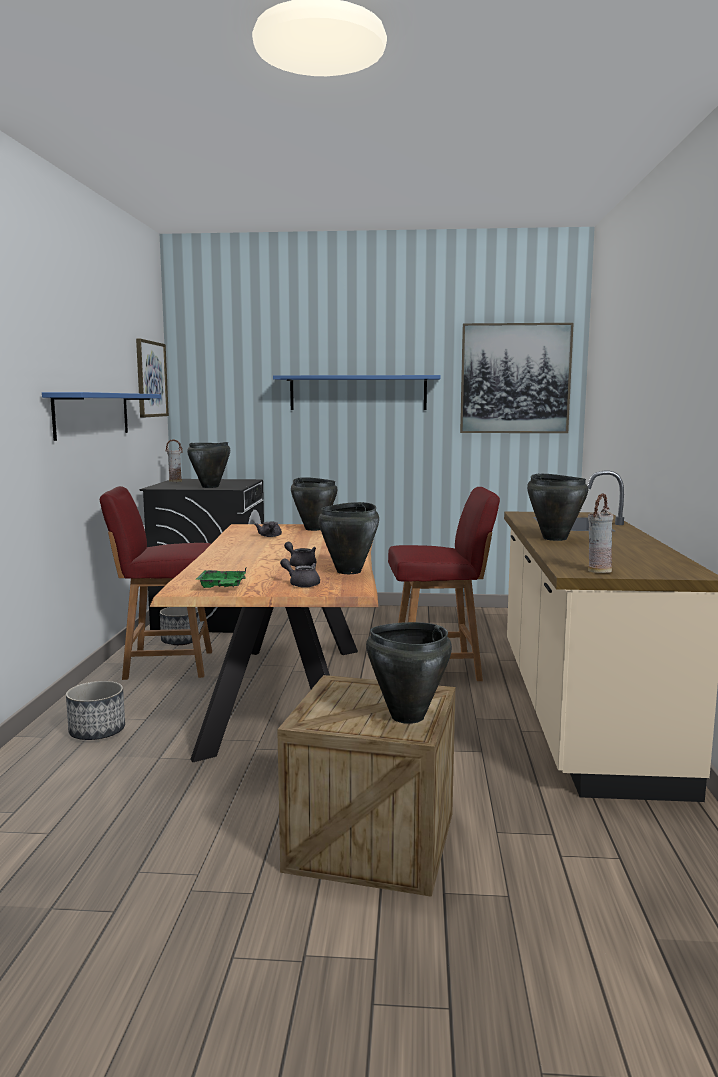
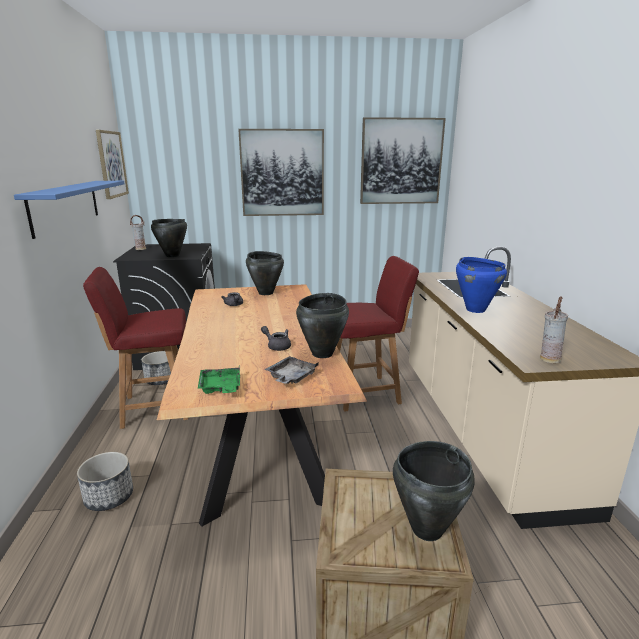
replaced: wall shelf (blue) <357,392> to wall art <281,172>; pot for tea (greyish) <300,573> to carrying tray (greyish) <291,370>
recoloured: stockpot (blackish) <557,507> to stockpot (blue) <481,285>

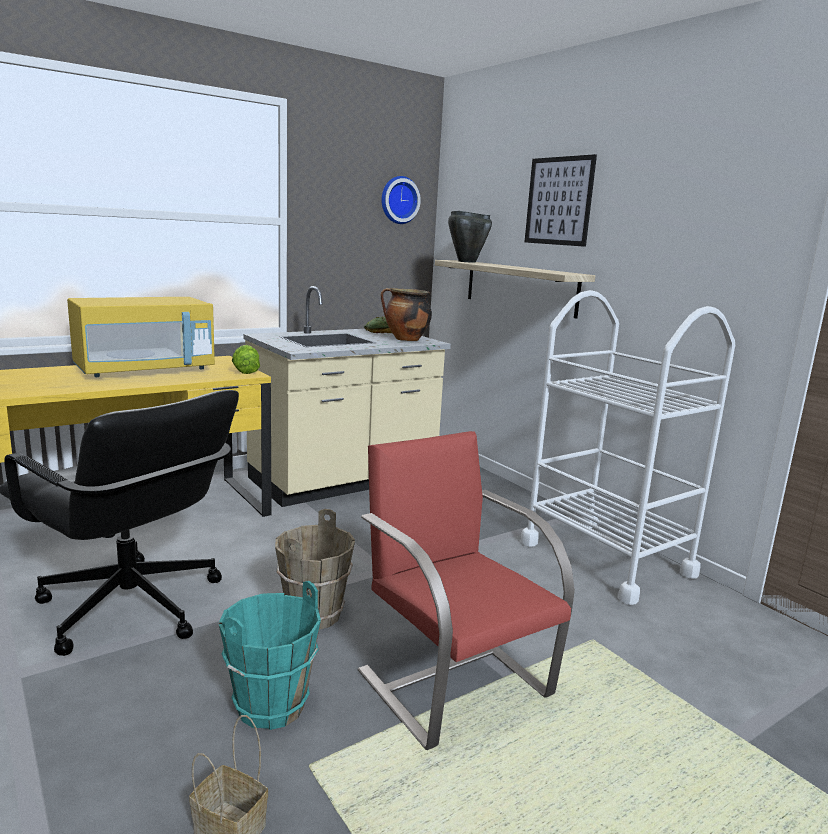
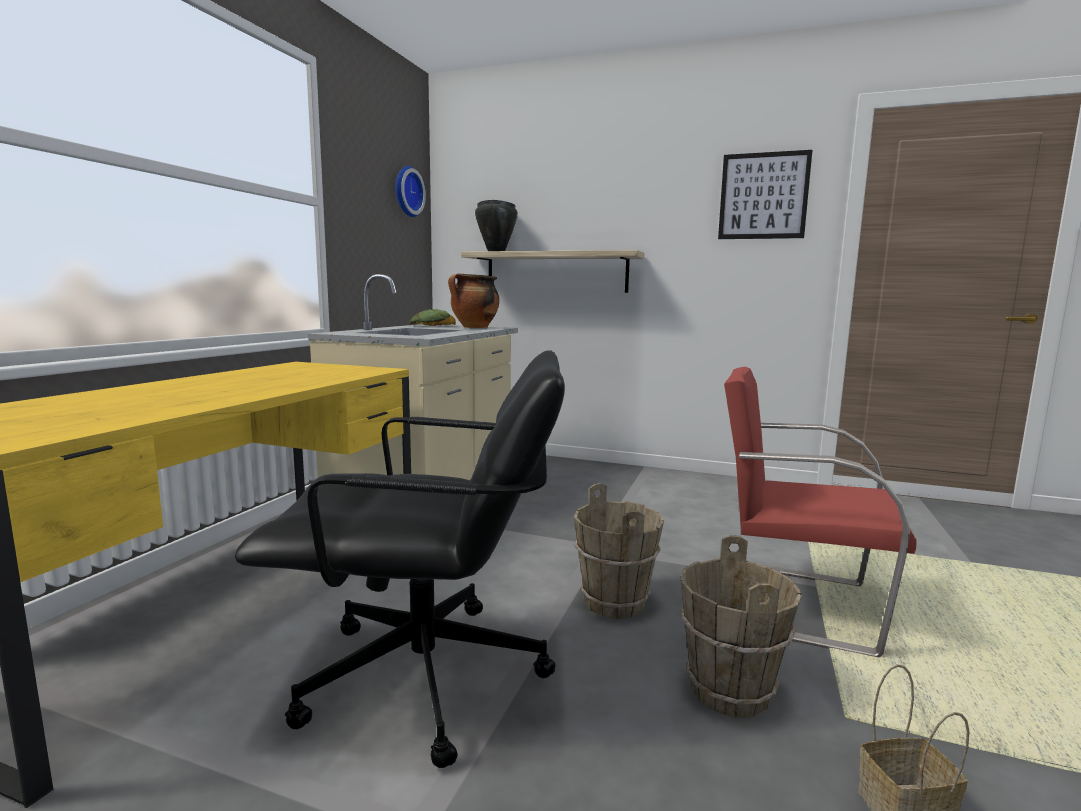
removed: kitchen microwave (yellow) <141,337>; head of lettuce <246,359>; trolley (white-coloured) <627,447>
moved: wall art <561,200> to <765,194>
recoloured: water bucket (blue-green) <270,655> to water bucket (brown-coloured) <741,626>

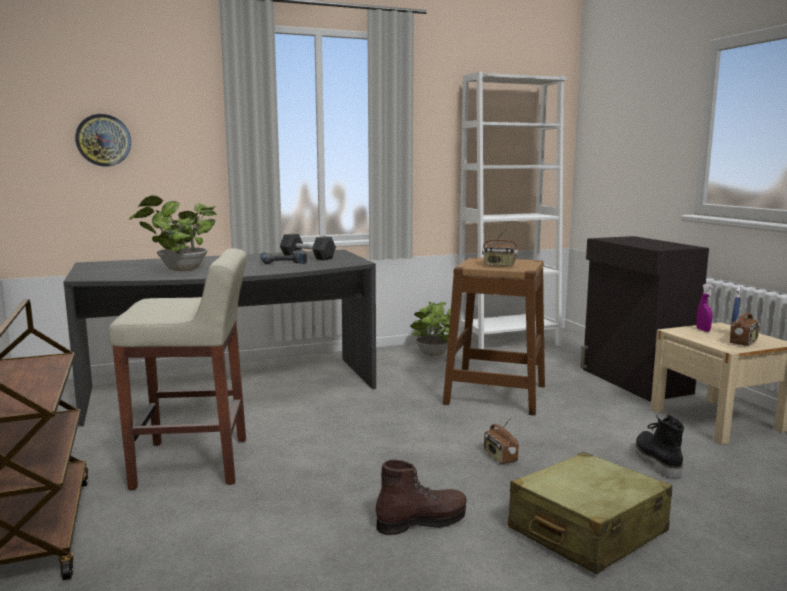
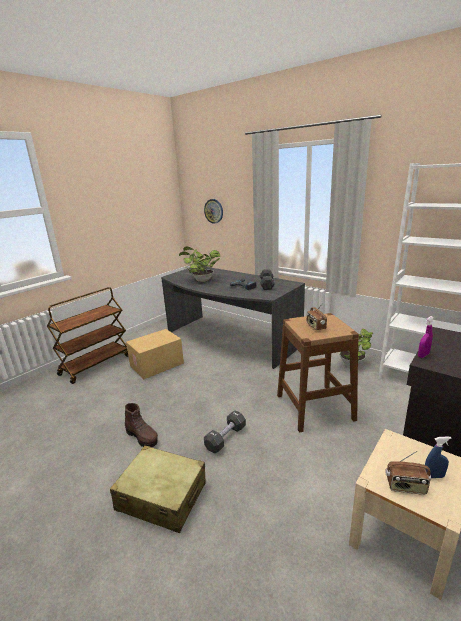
removed: tall boot (blackish) <659,447>
moved: sprayer (purple) <704,308> to <426,337>
replaced: stool seat (beige) <178,369> to cardboard box <155,354>; radio <501,441> to dumbbell (blackish) <225,431>

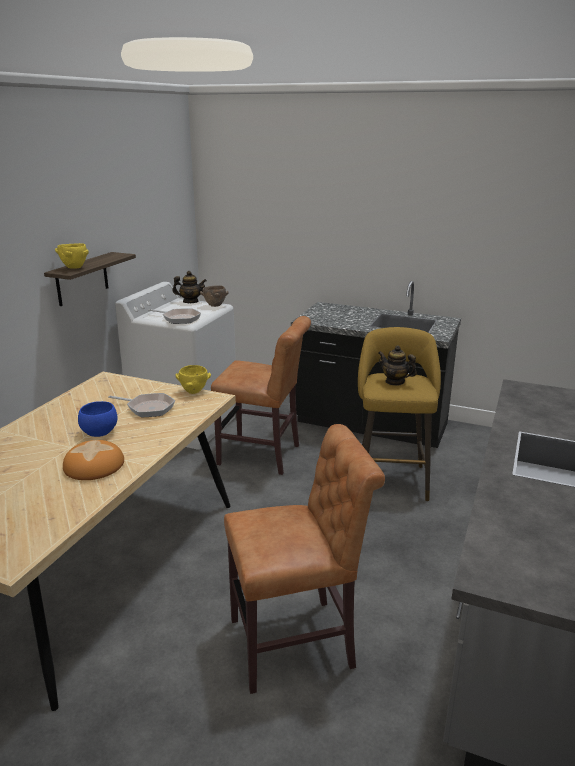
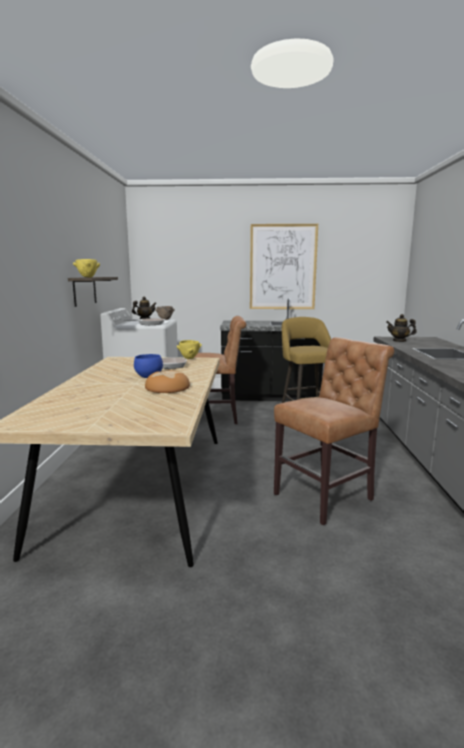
added: wall art <284,266>
moved: pot for tea <397,365> to <401,328>

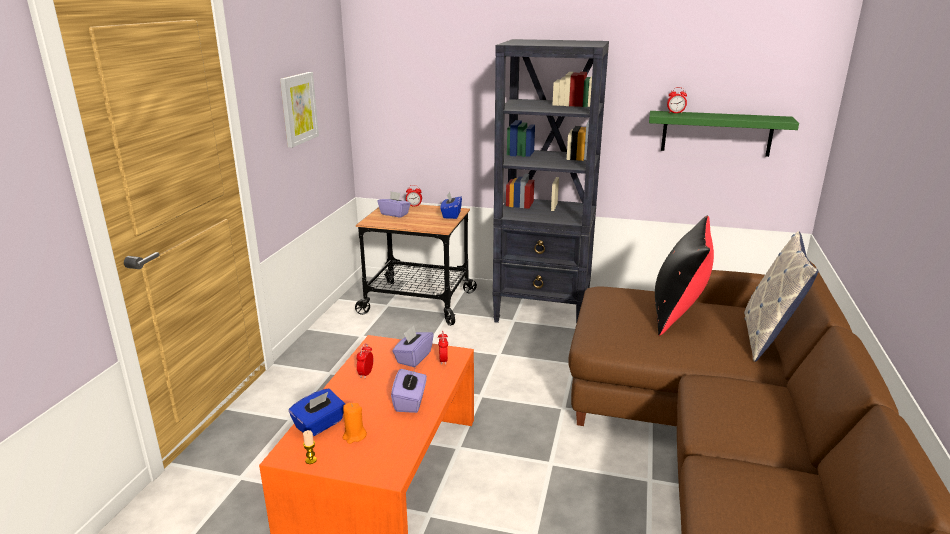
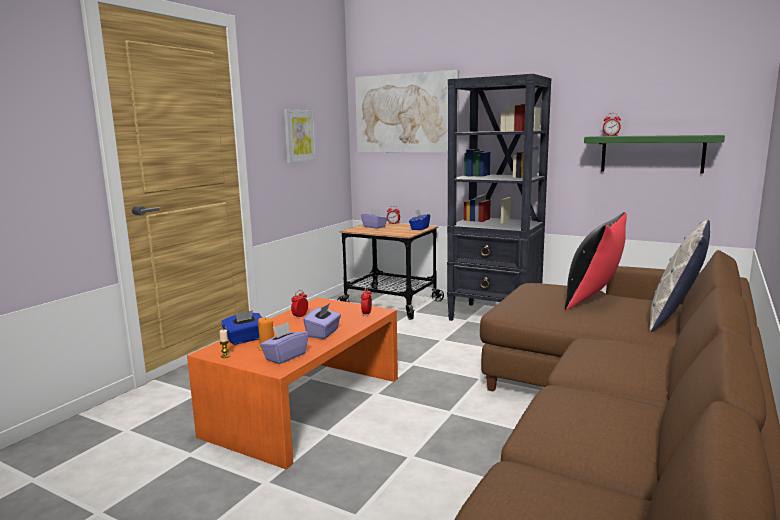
added: wall art <407,111>
moved: tissue holder (purple) <413,346> to <284,343>

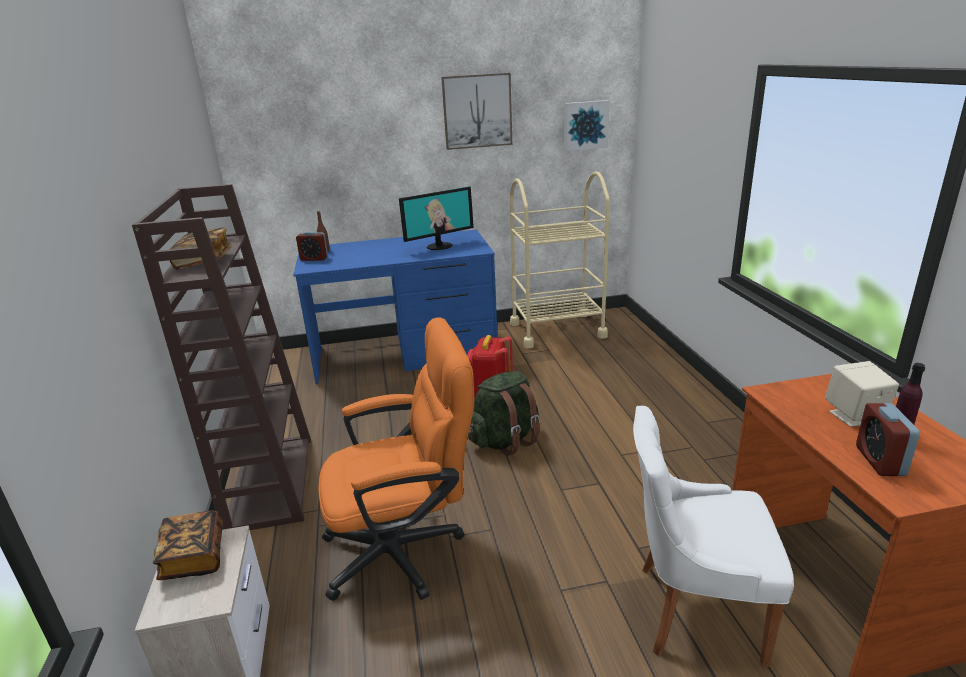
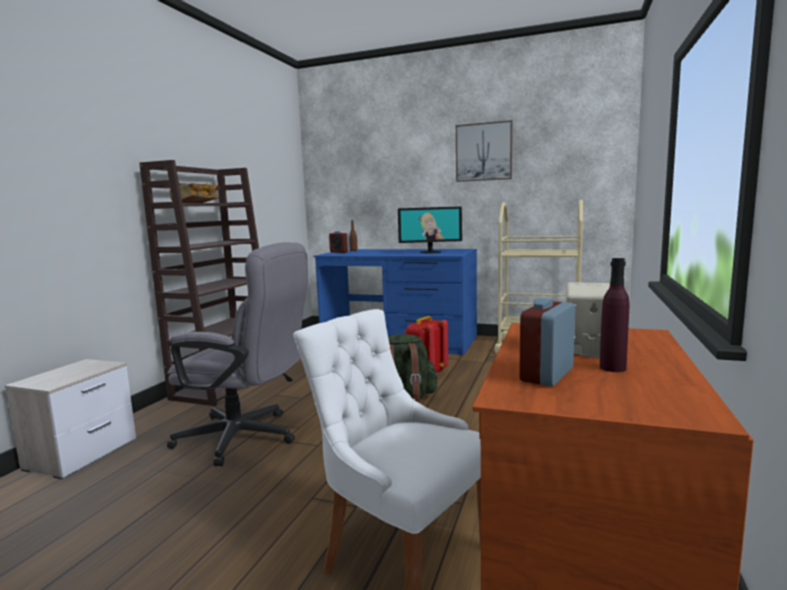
removed: book <188,545>; wall art <587,125>
recoloured: office chair (orange-coloured) <396,459> to office chair (greyish) <237,354>

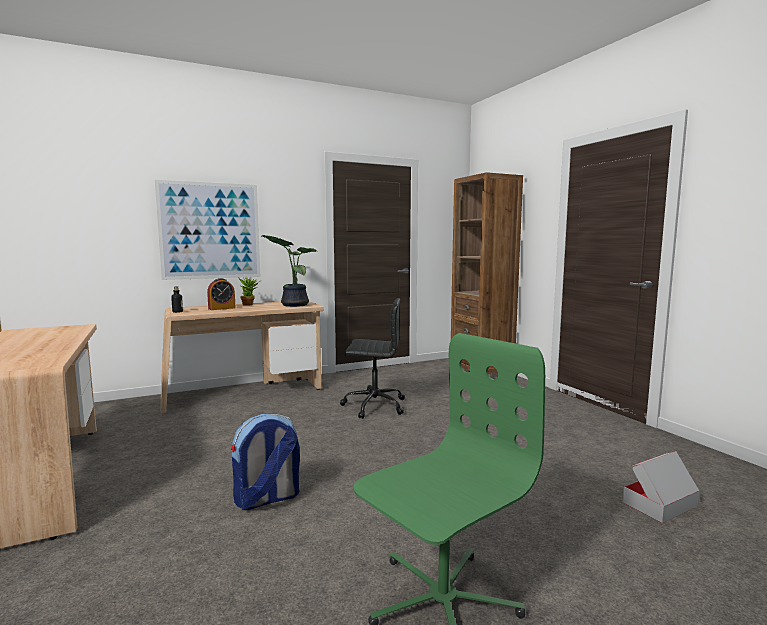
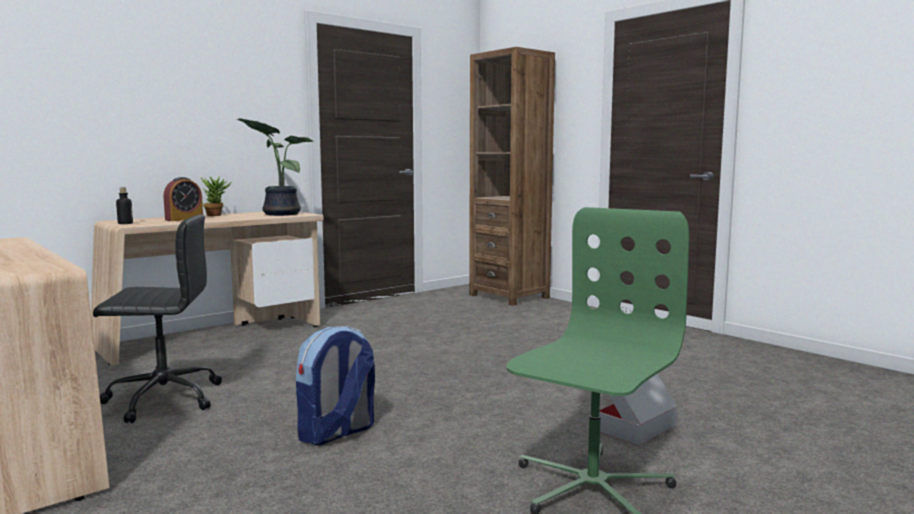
removed: wall art <207,230>
moved: office chair (blackish) <372,358> to <157,319>; cardboard box <661,487> to <638,410>

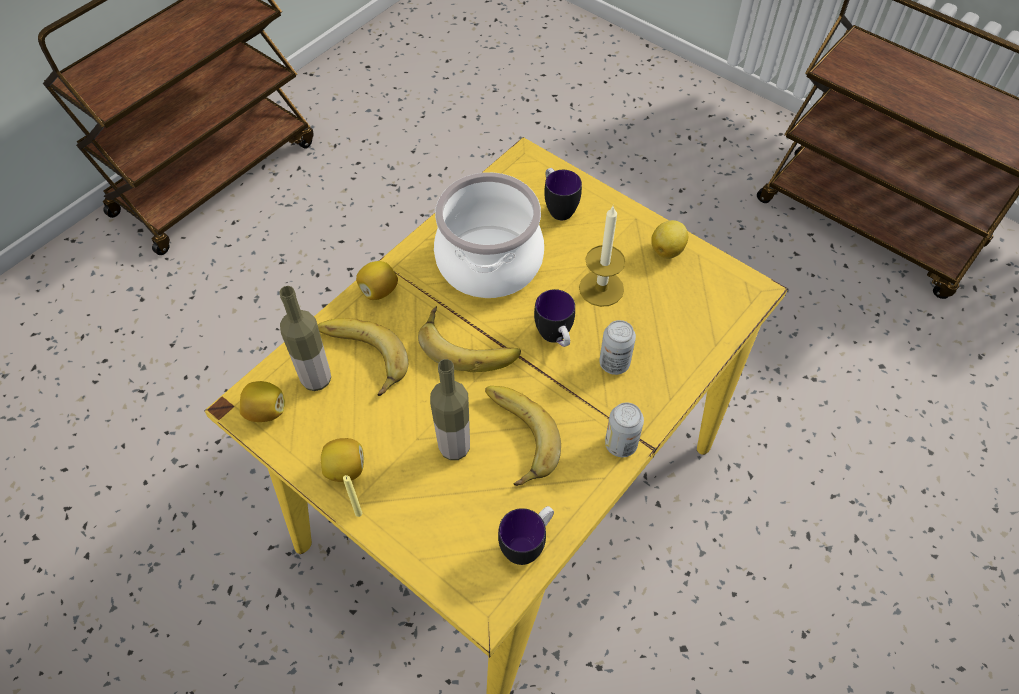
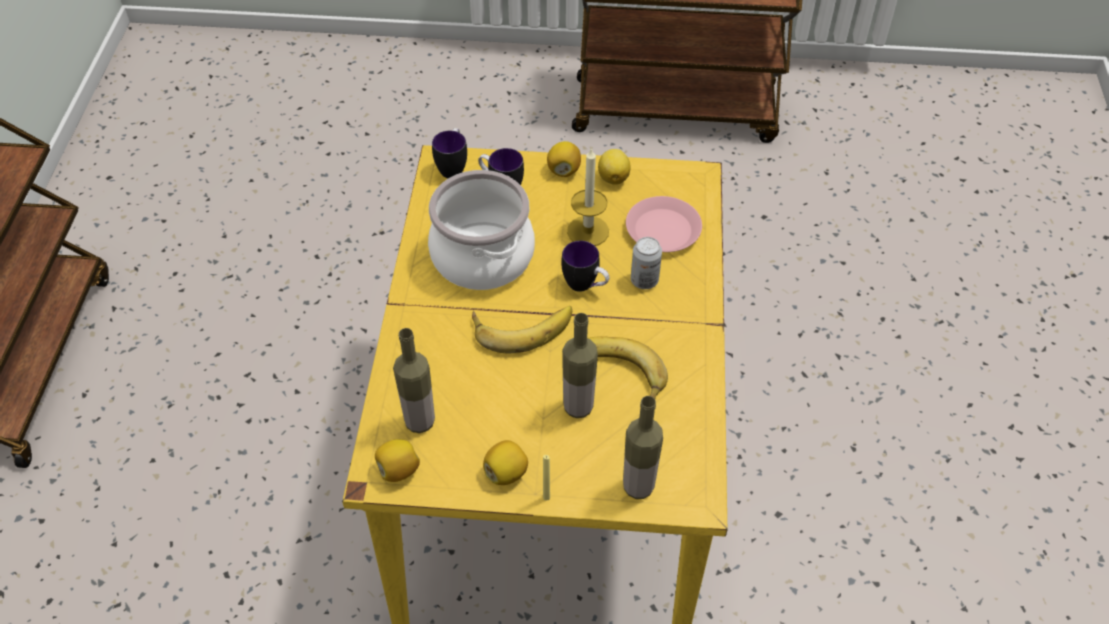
removed: banana <363,357>; metal can <624,429>
added: bottle <643,447>; flat dish (pink-coloured) <664,224>
moved: whole lemon <377,280> to <564,159>; tea mug <526,535> to <449,153>

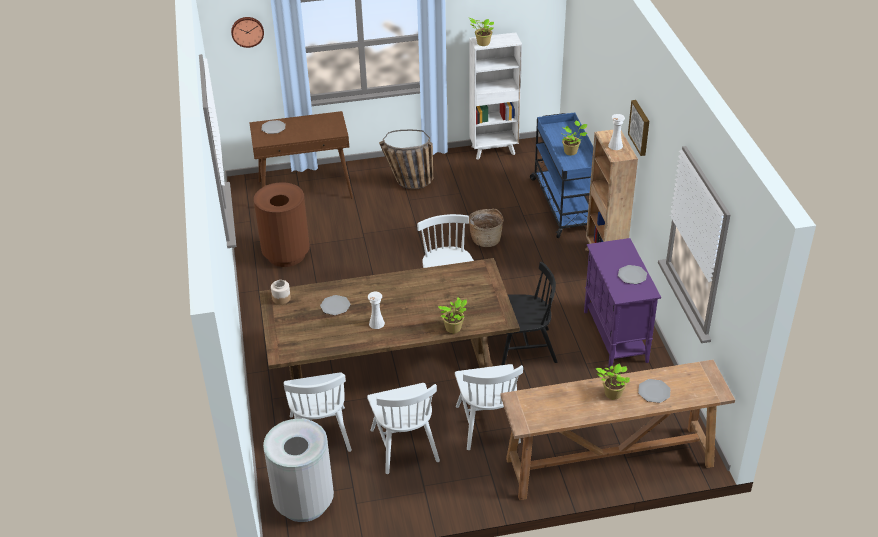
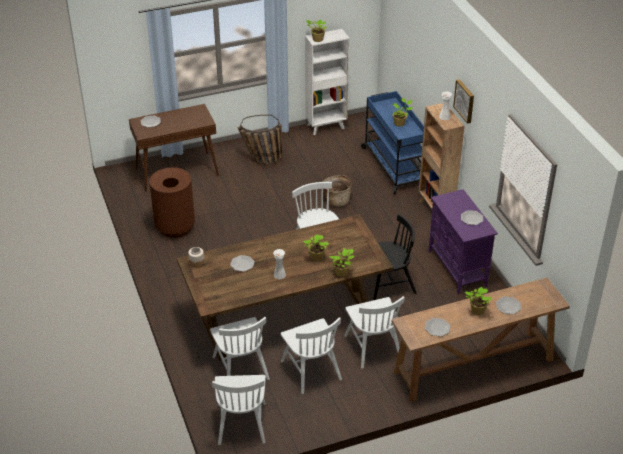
removed: wall clock <247,32>
added: houseplant <316,247>; flat dish <437,327>
replaced: rubbish bin (greyish) <298,470> to chair (white-coloured) <239,410>

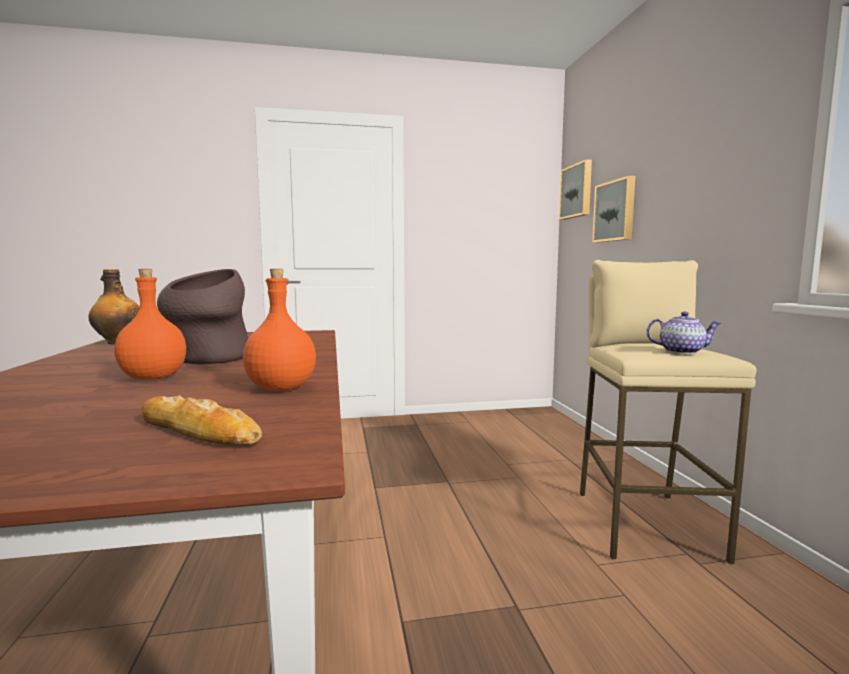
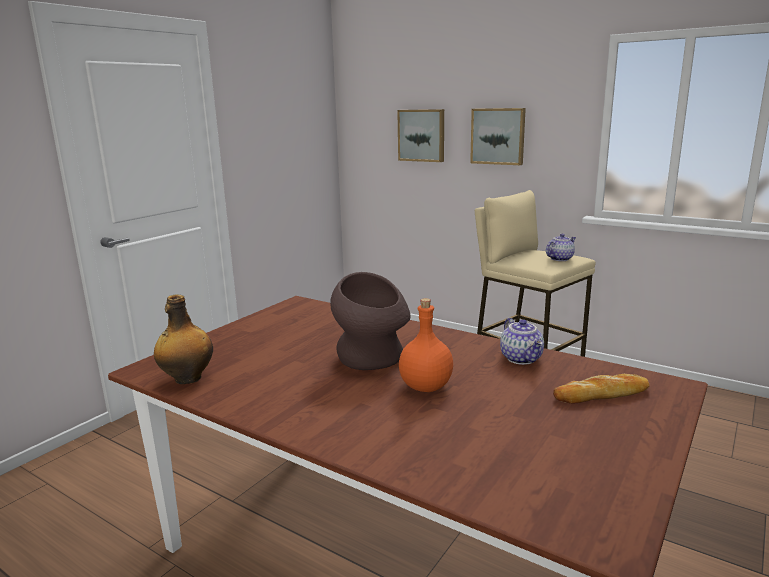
moved: wall art <575,189> to <498,136>
replaced: bottle (orange-coloured) <279,330> to pot for tea <522,341>

